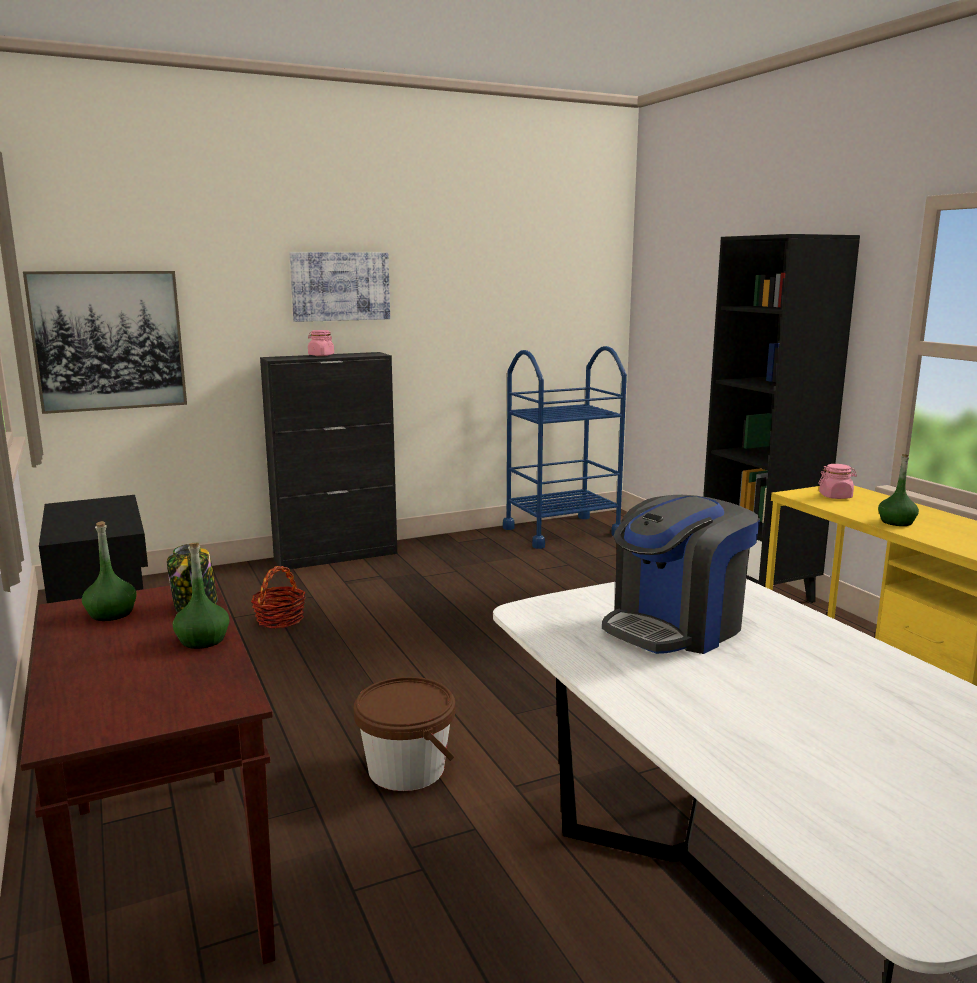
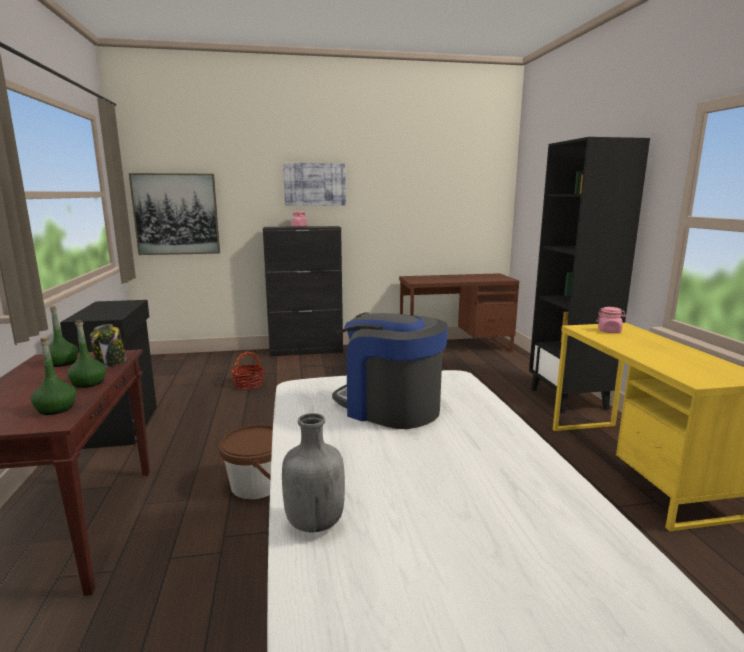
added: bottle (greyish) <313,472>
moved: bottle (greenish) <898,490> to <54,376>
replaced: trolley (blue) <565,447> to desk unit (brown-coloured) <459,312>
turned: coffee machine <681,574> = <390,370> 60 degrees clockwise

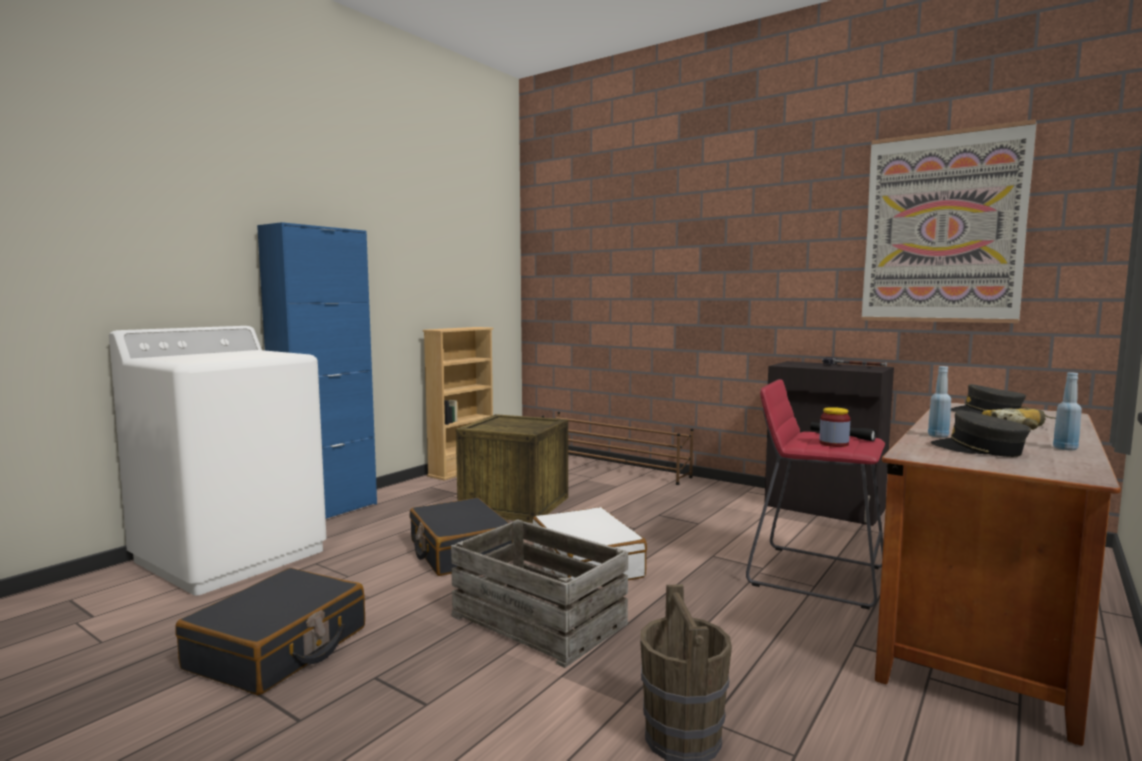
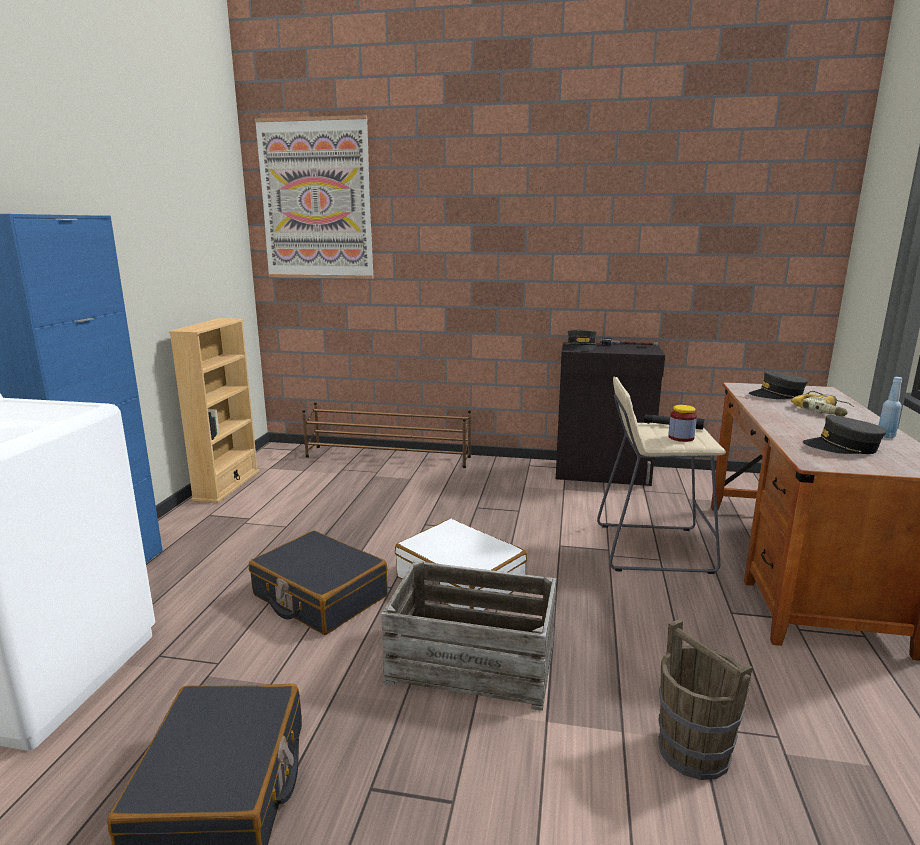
removed: packing crate <512,468>; bottle (blue) <939,402>
added: cap (greyish) <582,340>
moved: wall art <949,221> to <314,197>
recoloured: stool seat (red) <815,494> to stool seat (beige) <661,475>

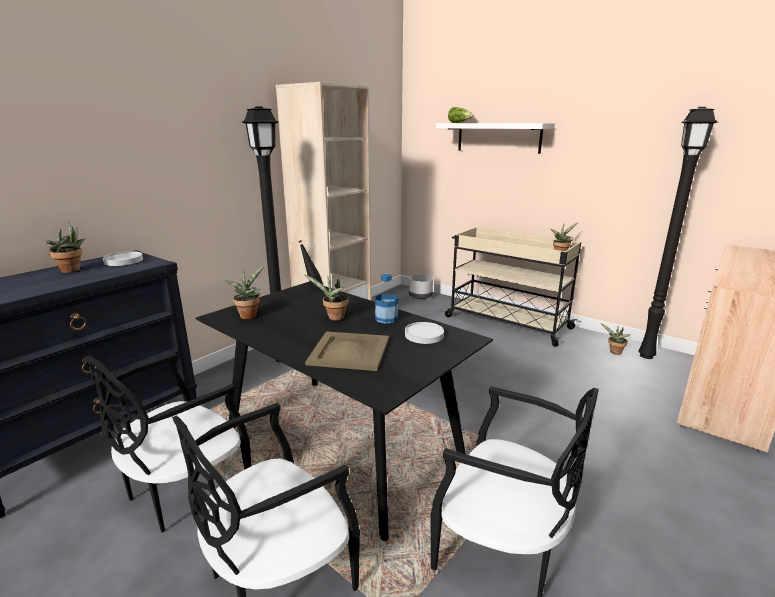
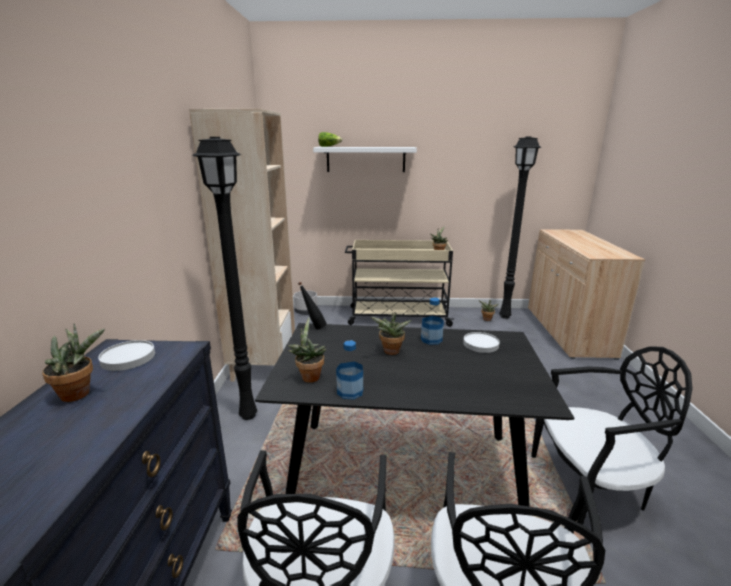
removed: carrying tray (beige) <347,351>
added: bottle <349,370>

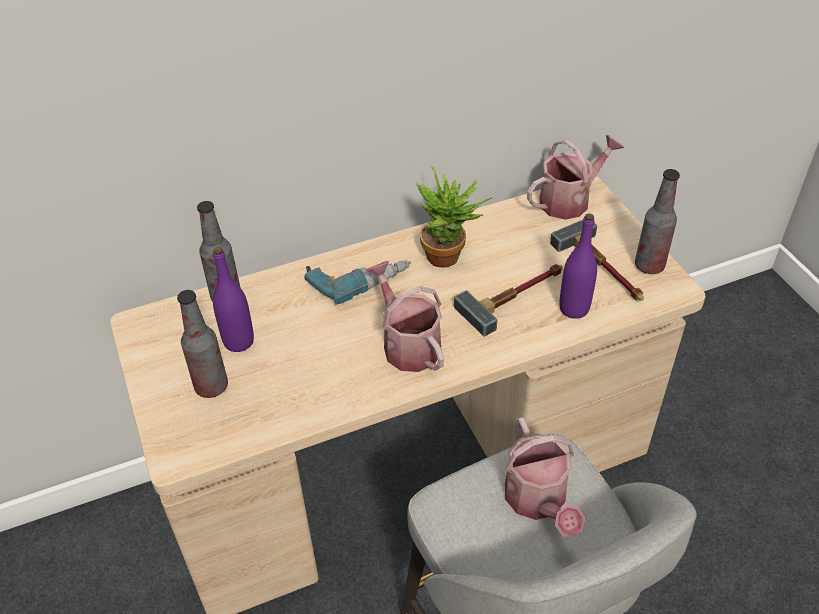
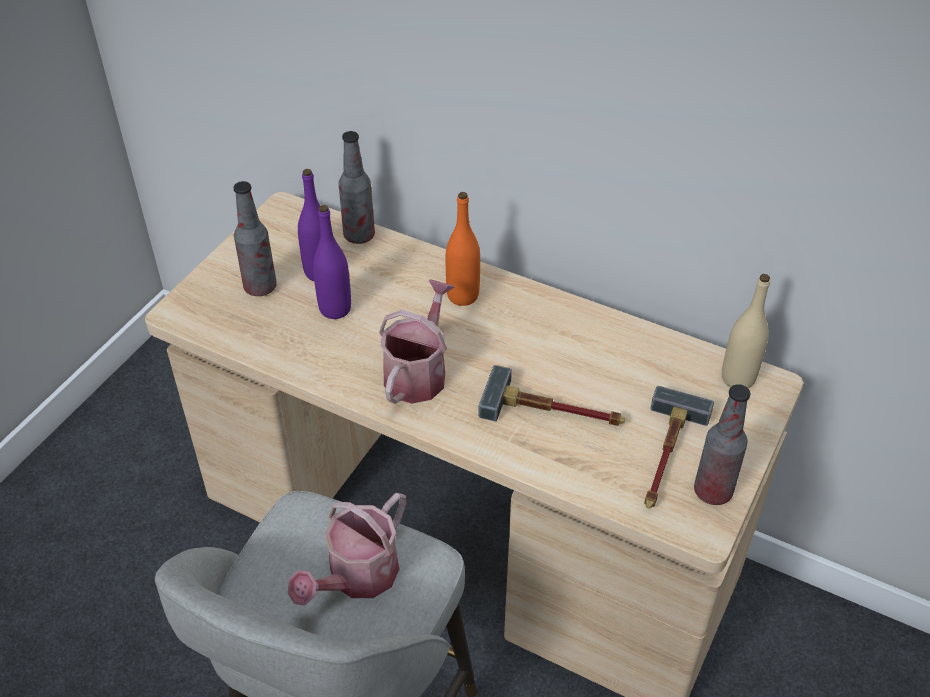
removed: houseplant <454,217>
moved: bottle (purple) <578,266> to <332,262>
replaced: drill <357,282> to bottle (orange-coloured) <463,249>; watering pot <575,177> to bottle (beige) <746,331>

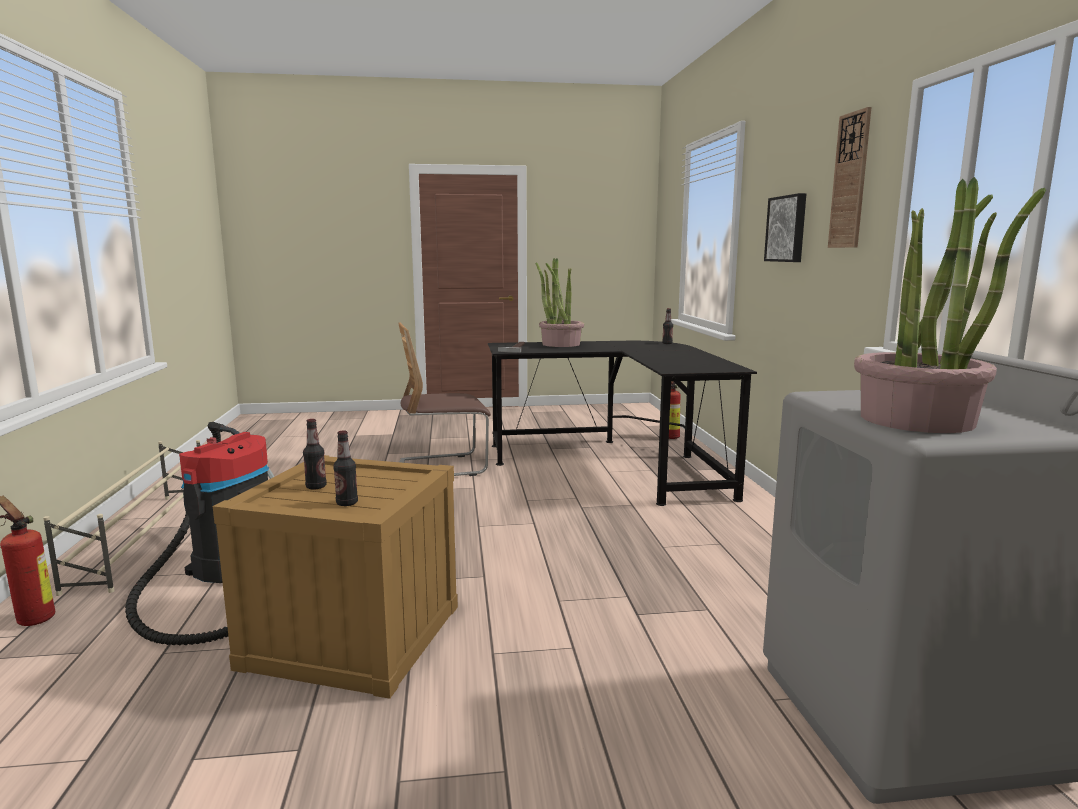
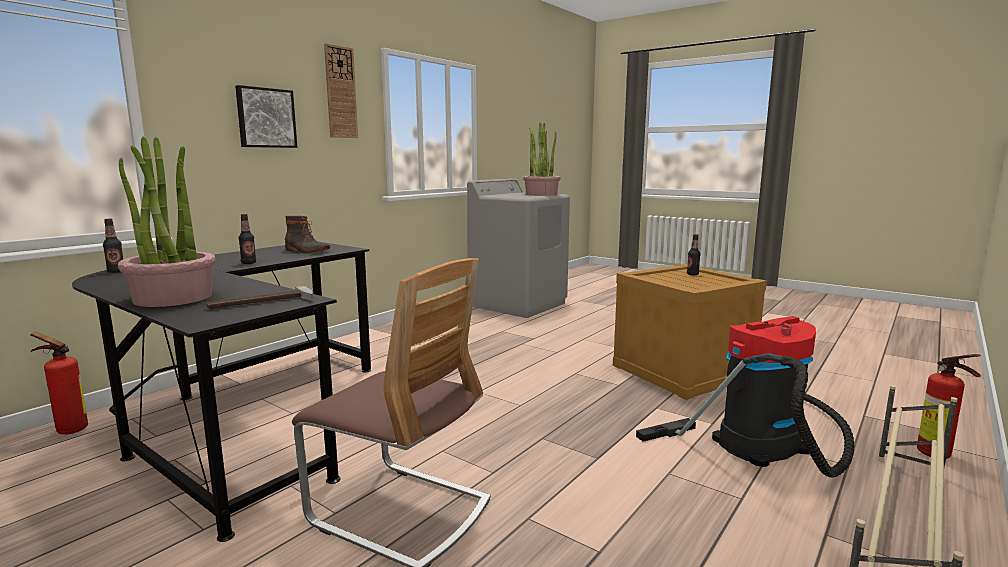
added: tall boot <307,235>
moved: bottle <315,454> to <247,239>

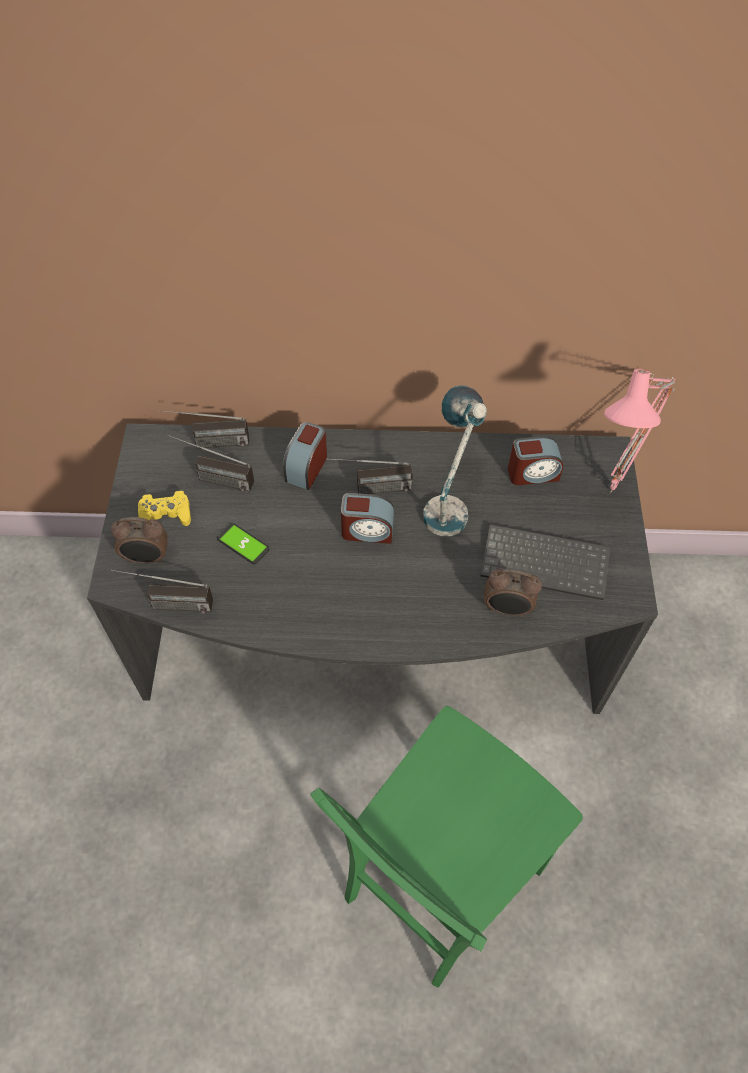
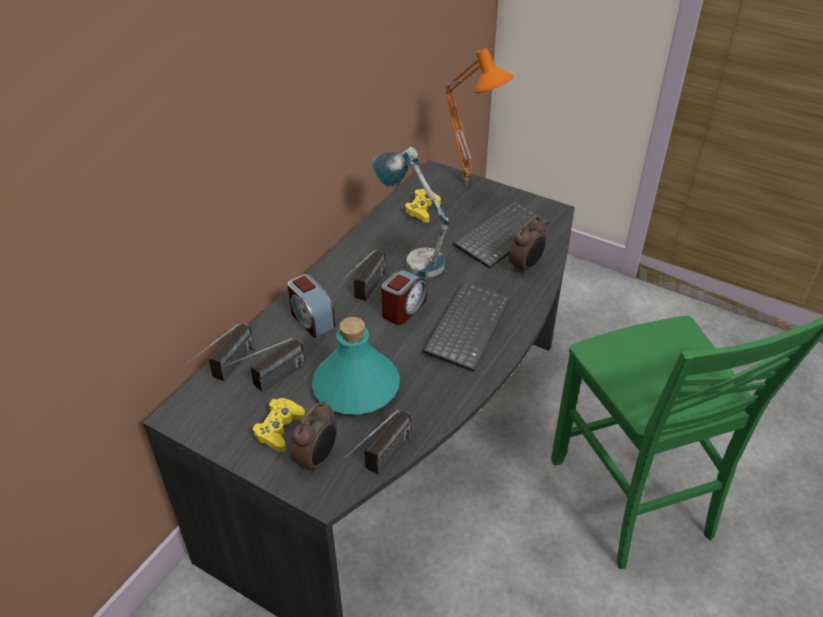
added: PC keyboard <467,326>
replaced: handset <243,543> to bottle (blue-green) <356,366>; bedside clock <535,460> to game controller (yellow) <422,206>
recoloured: lamp for a table (pink-coloured) <640,431> to lamp for a table (orange-coloured) <479,117>

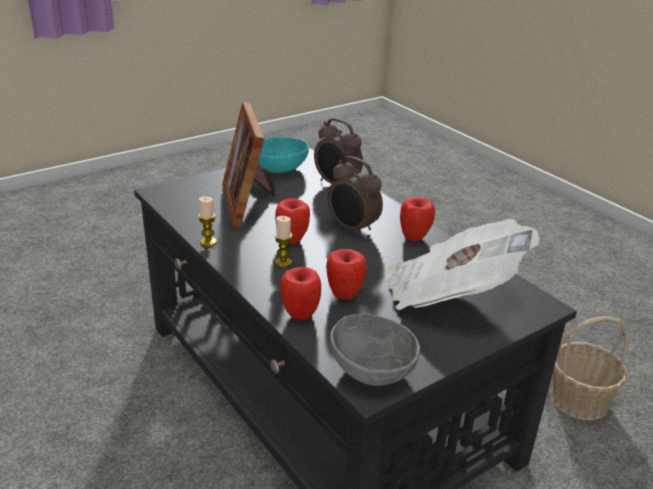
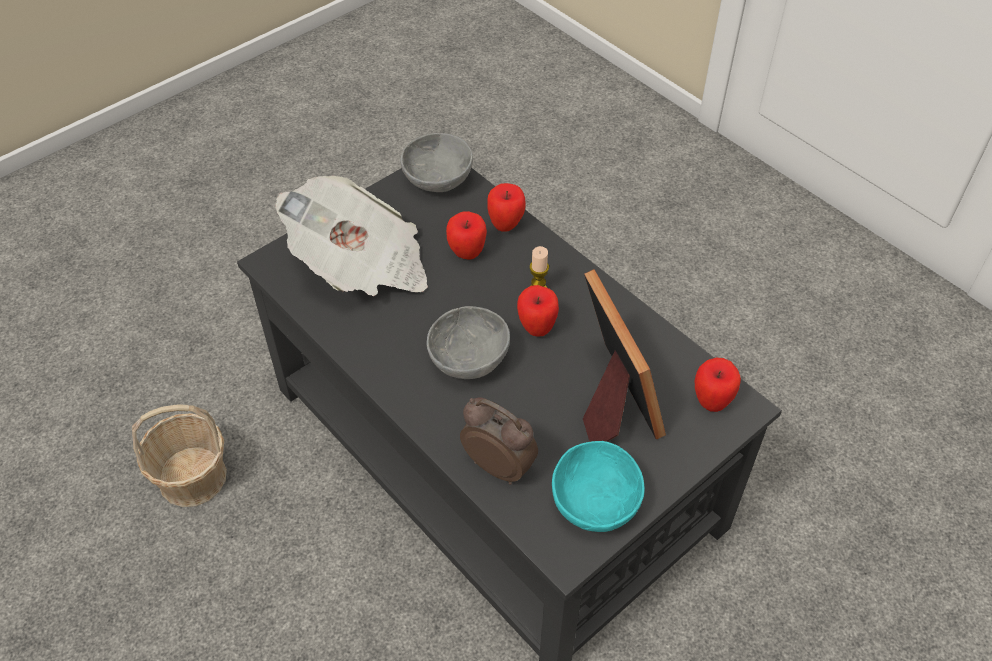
removed: wax light <207,221>
moved: whole apple <417,219> to <718,385>
replaced: bedside clock <355,196> to deep dish (greyish) <468,342>

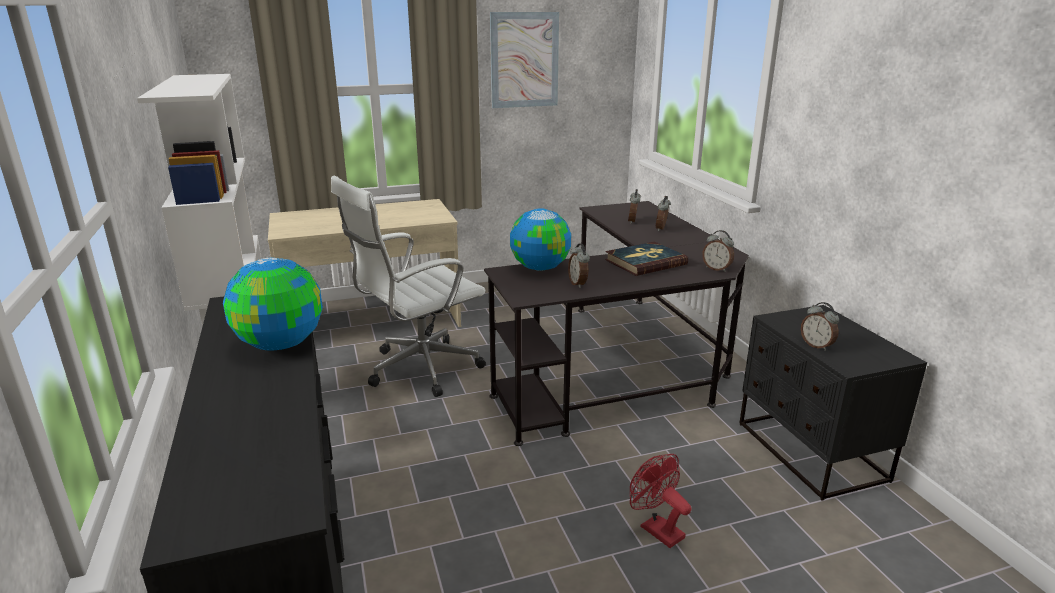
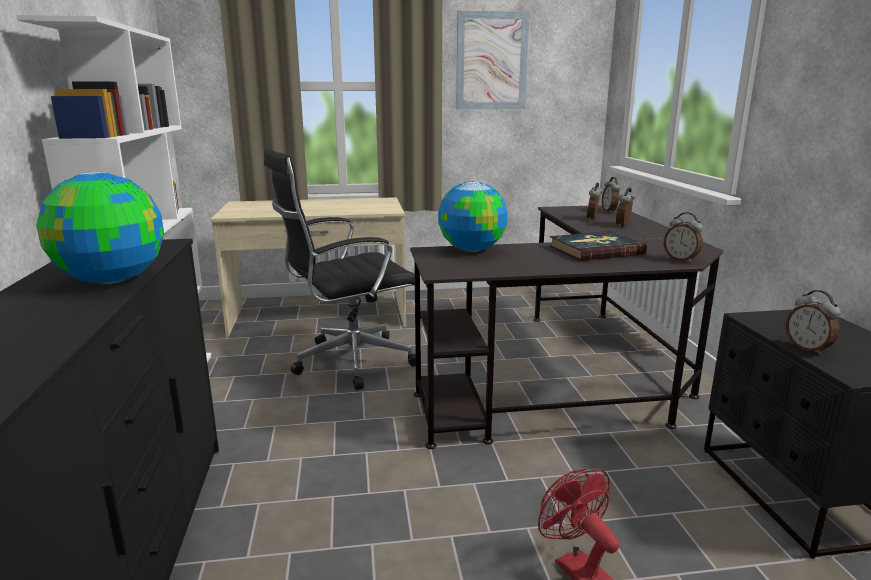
moved: bedside clock <579,266> to <611,195>
recoloured: office chair (white-coloured) <408,286> to office chair (blackish) <340,268>

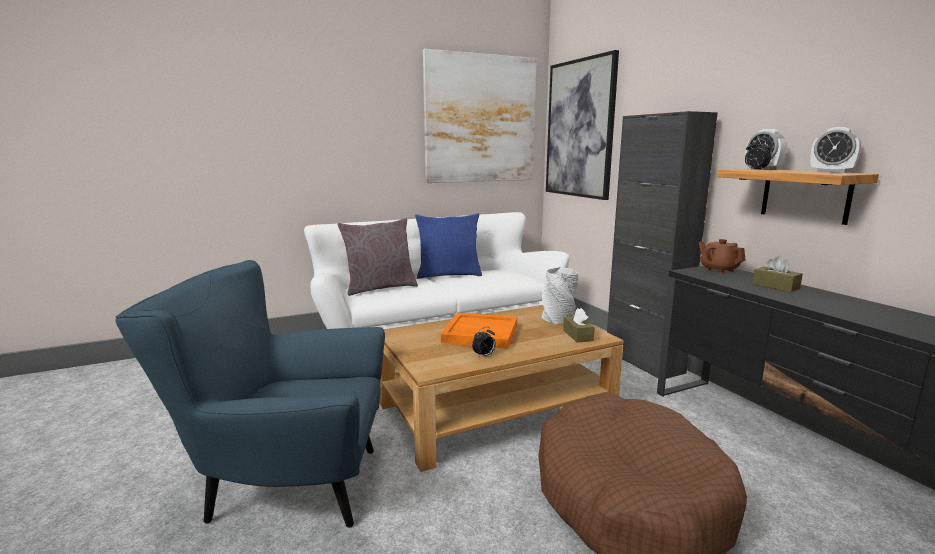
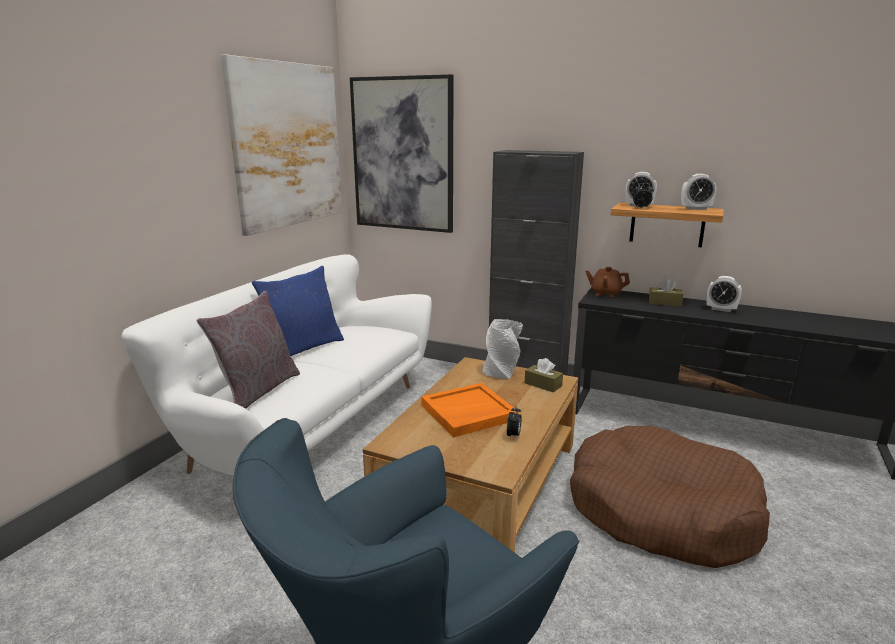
added: bedside clock <724,294>

